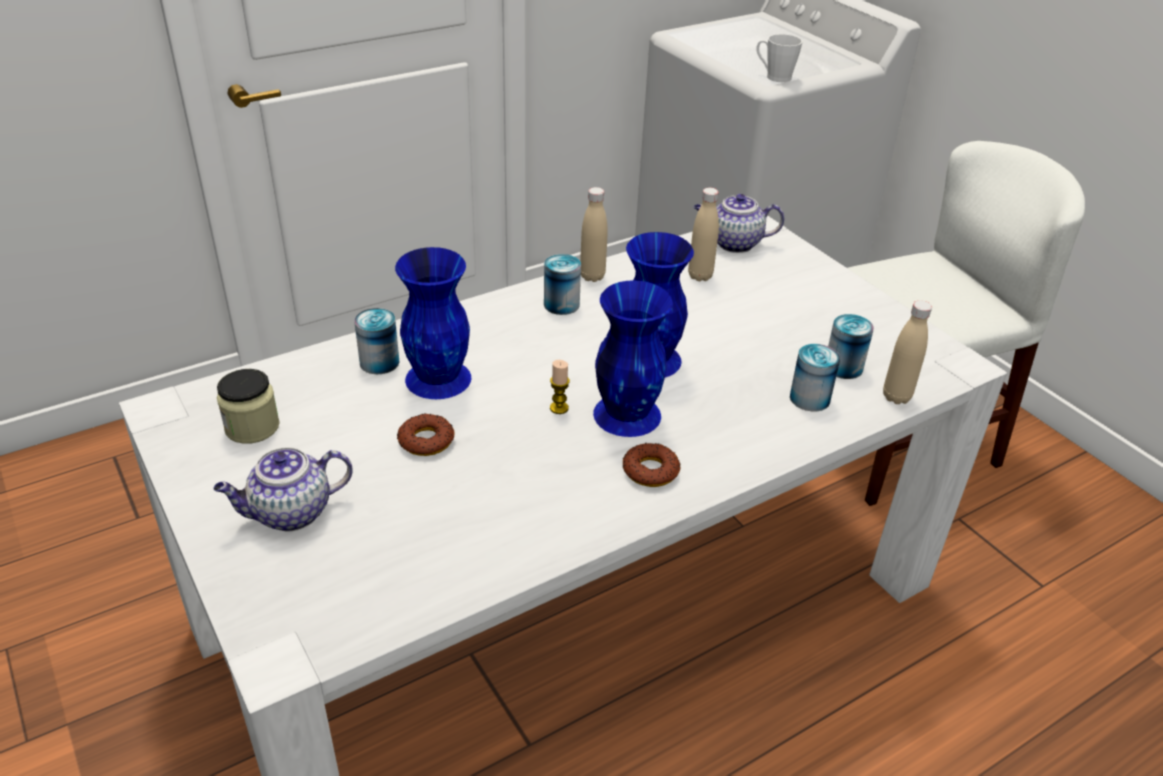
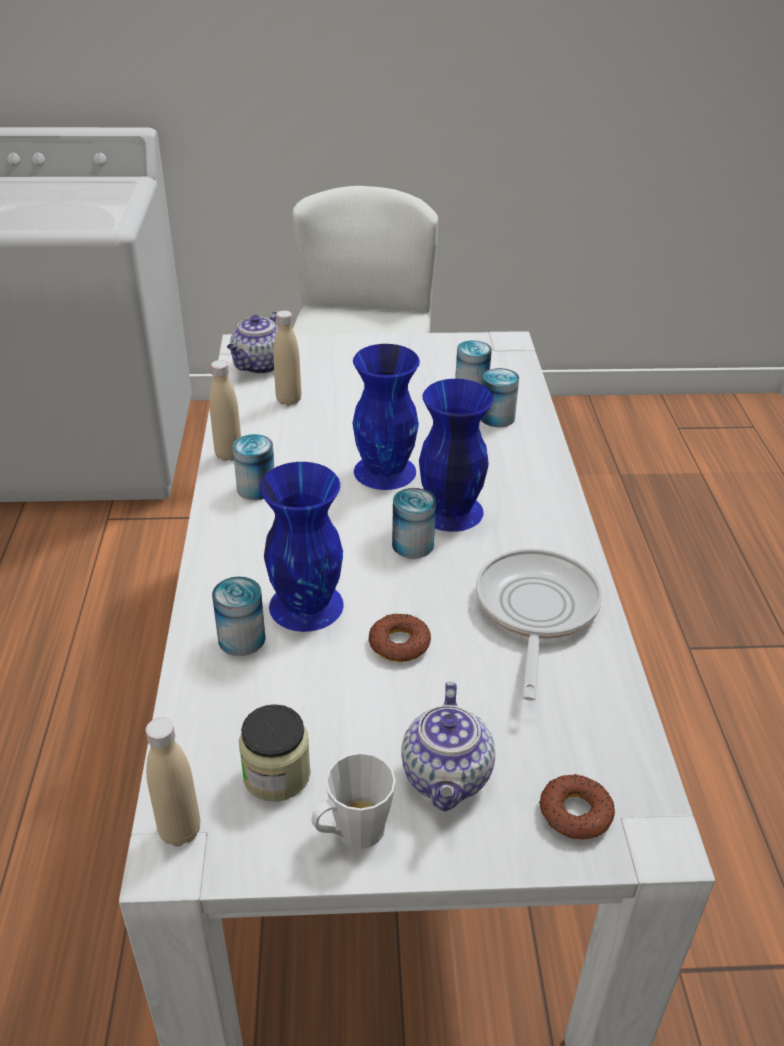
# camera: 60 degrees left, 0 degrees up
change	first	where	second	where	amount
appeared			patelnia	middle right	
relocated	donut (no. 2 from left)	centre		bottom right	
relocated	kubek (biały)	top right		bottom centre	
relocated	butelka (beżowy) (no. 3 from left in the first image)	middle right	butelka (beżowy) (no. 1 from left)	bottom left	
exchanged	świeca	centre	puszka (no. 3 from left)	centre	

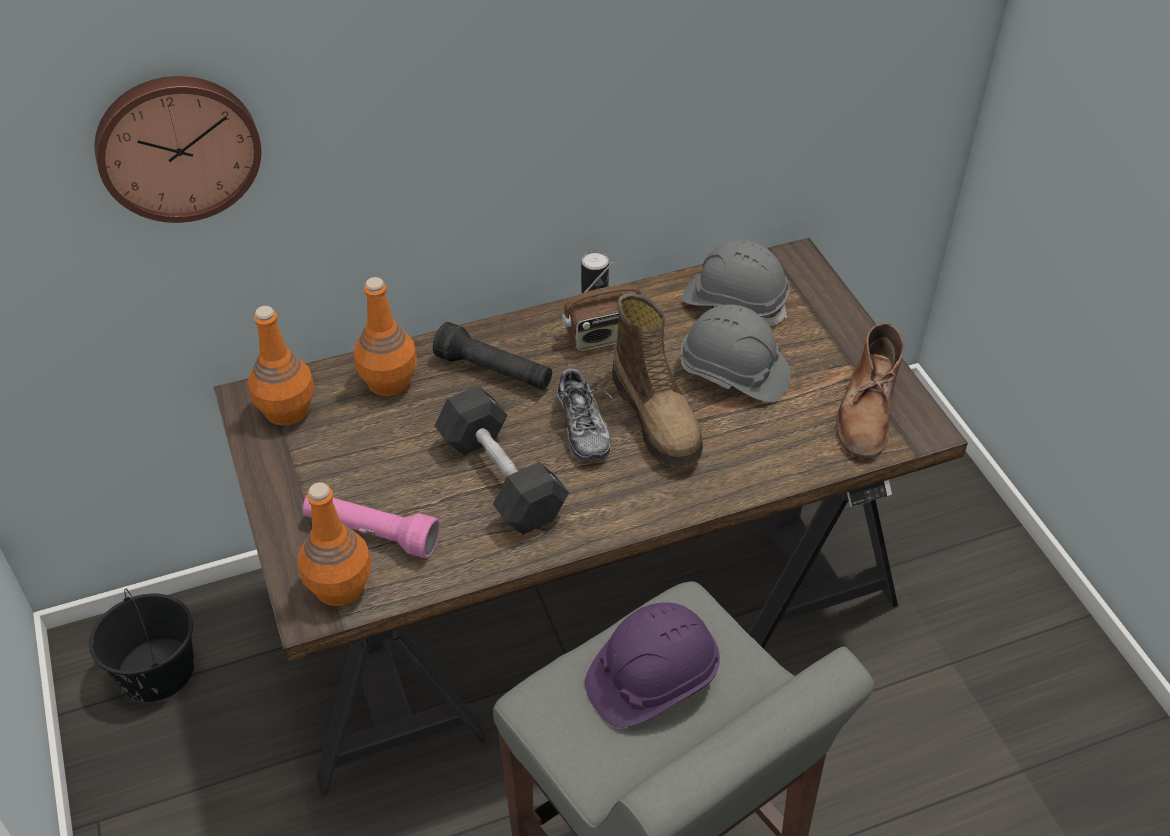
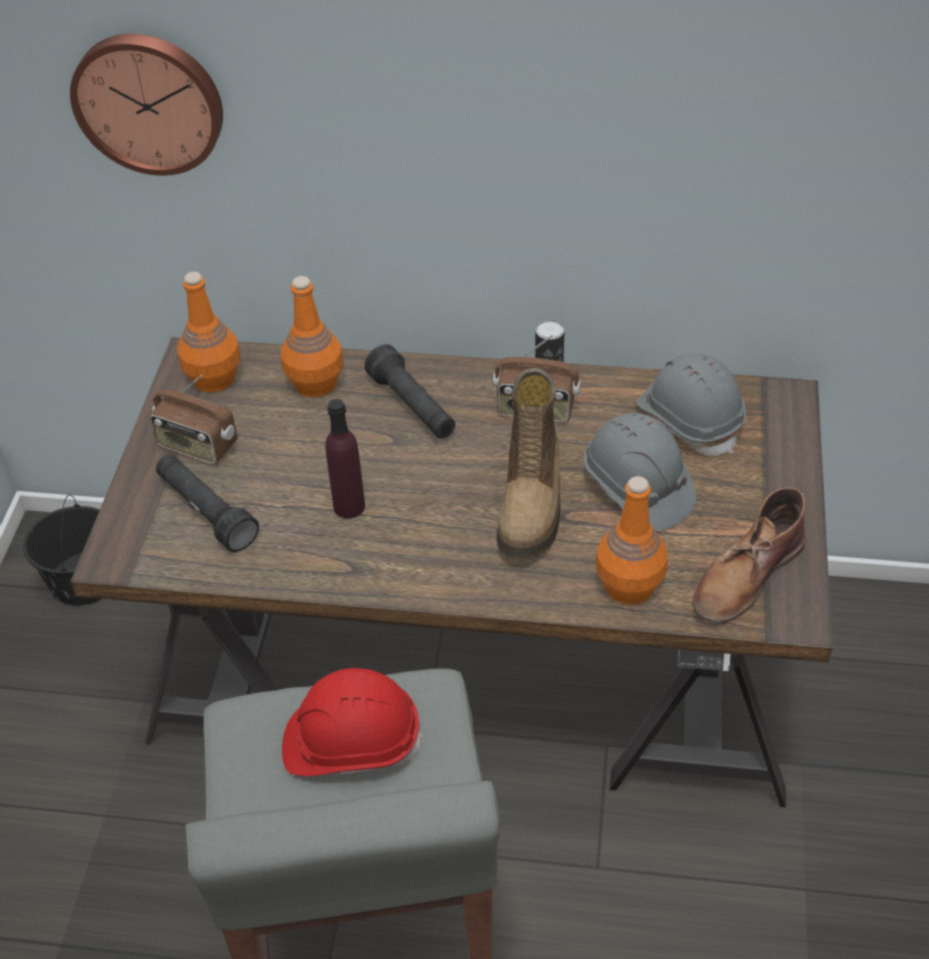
# camera: 30 degrees right, 0 degrees up
change	first	where	second	where	amount
missing	but	centre			
appeared			radio (no. 1 from left)	middle left	
relocated	butelka (pomarańczowy) (no. 2 from left in the first image)	middle left	butelka (pomarańczowy) (no. 3 from left)	middle right	
exchanged	hantel (czarny)	centre	butelka (fioletowy)	centre	
colour	latarka (różowy)	middle left	latarka (czarny) (no. 1 from left)	middle left	
colour	kask (fioletowy)	bottom centre	kask (czerwony)	bottom centre	

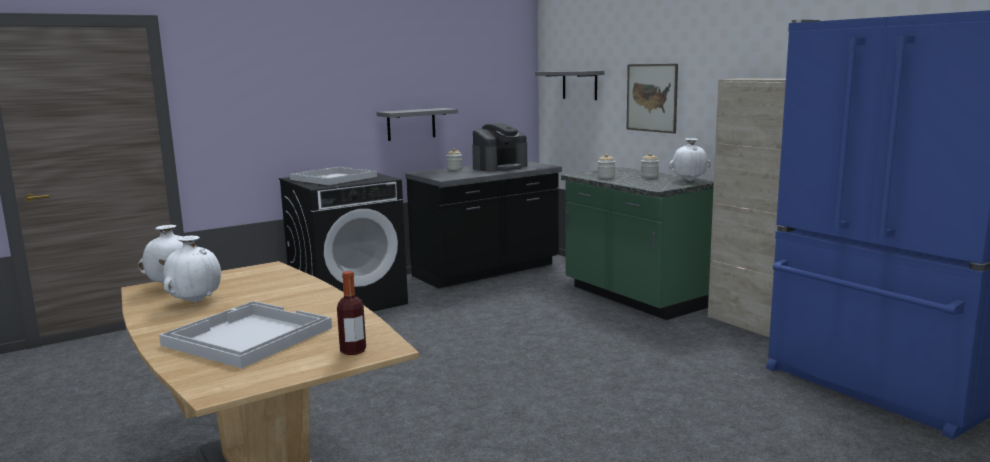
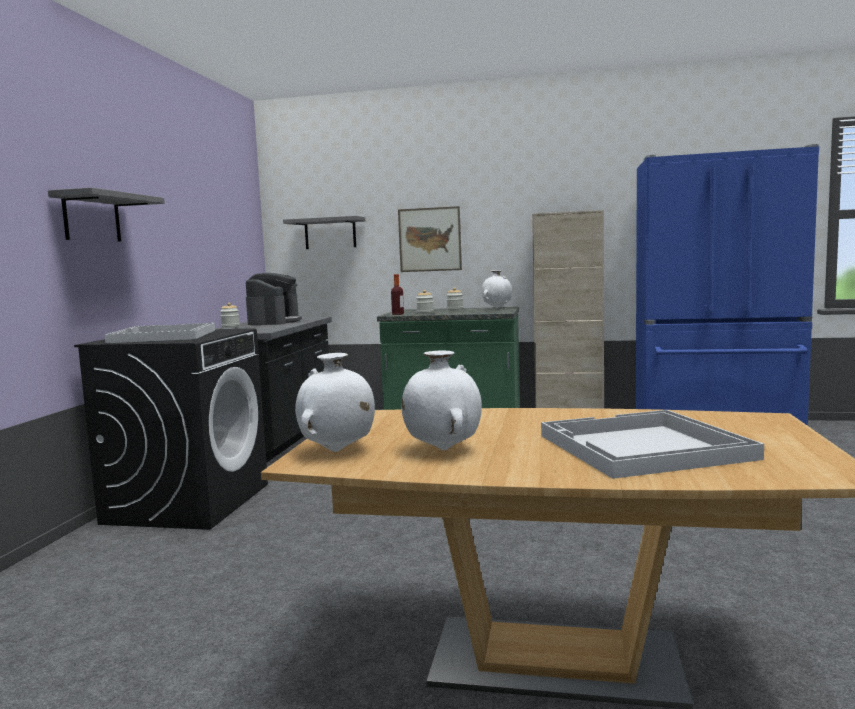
# camera: 45 degrees left, 5 degrees down
change	first	where	second	where	amount
relocated	butelka	bottom centre		centre	
relocated	półka (szary) (no. 1 from left)	top centre		top left	

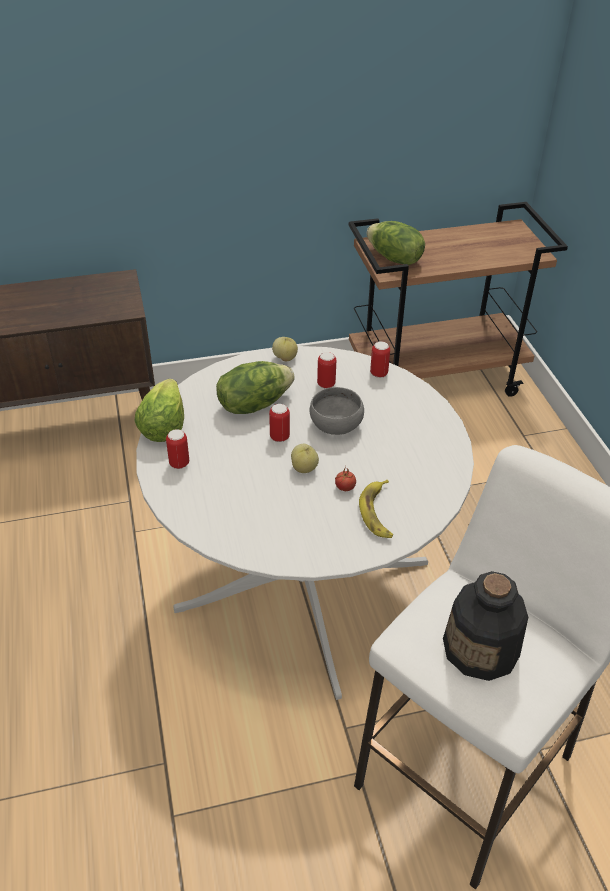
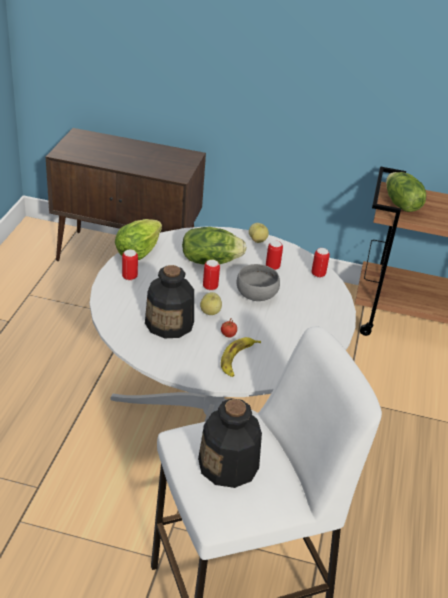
# camera: 25 degrees right, 5 degrees down
change	first	where	second	where	amount
appeared			butelka (no. 1 from left)	centre	

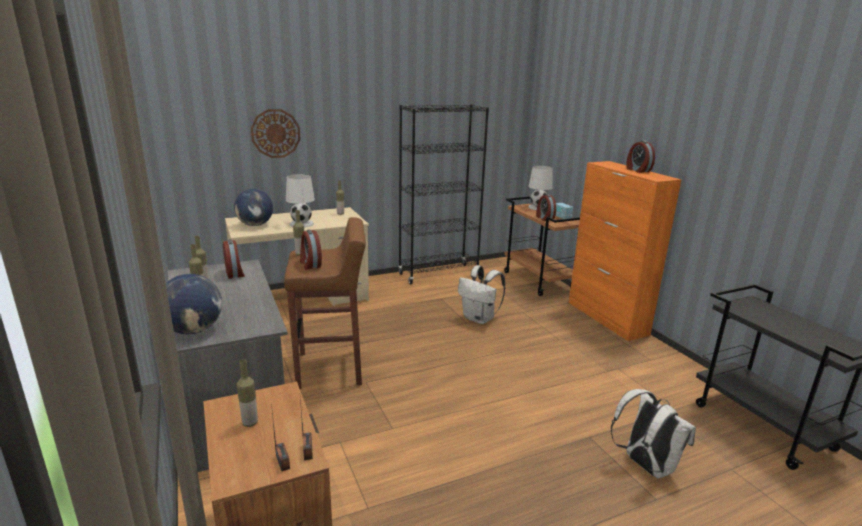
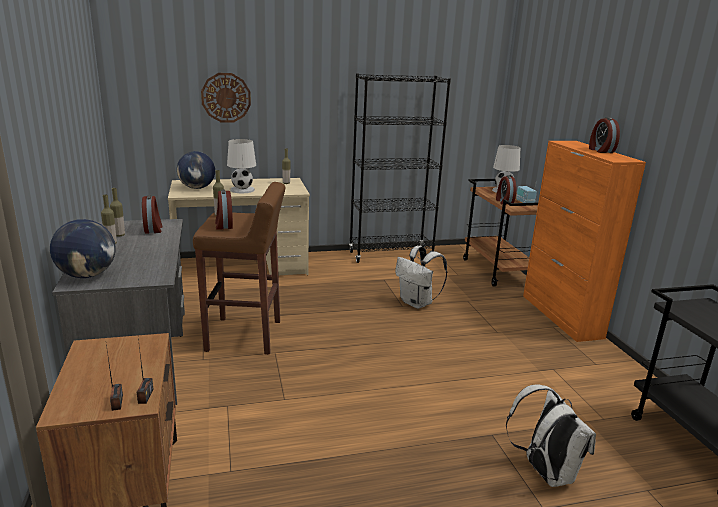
# camera: 10 degrees right, 0 degrees up
change	first	where	second	where	amount
missing	butelka (no. 3 from left)	bottom left			

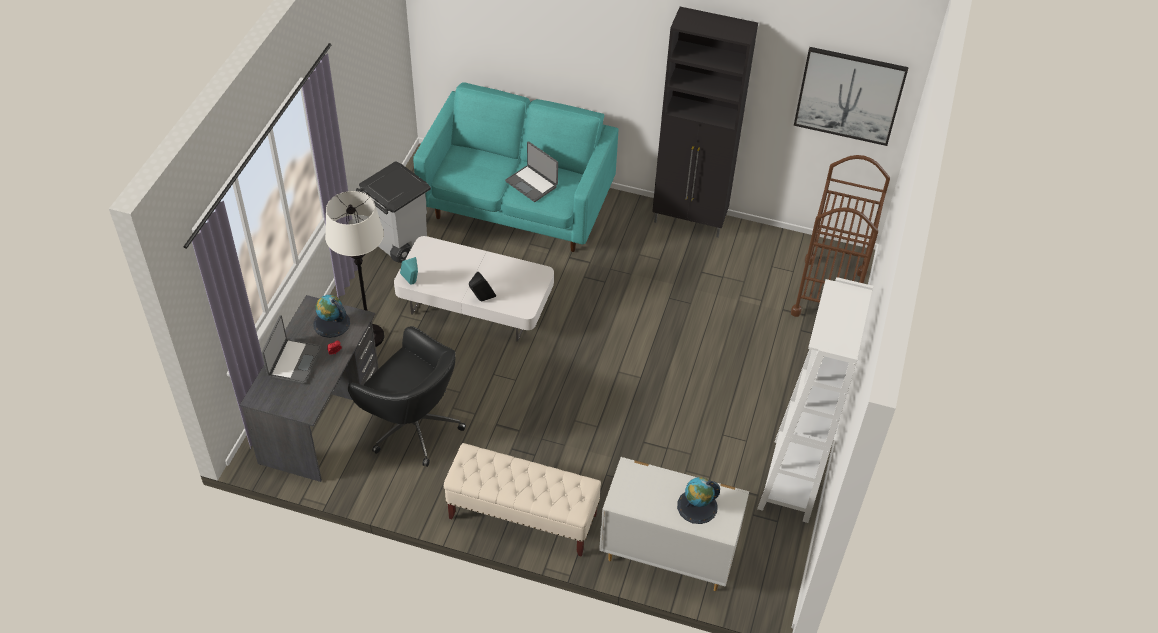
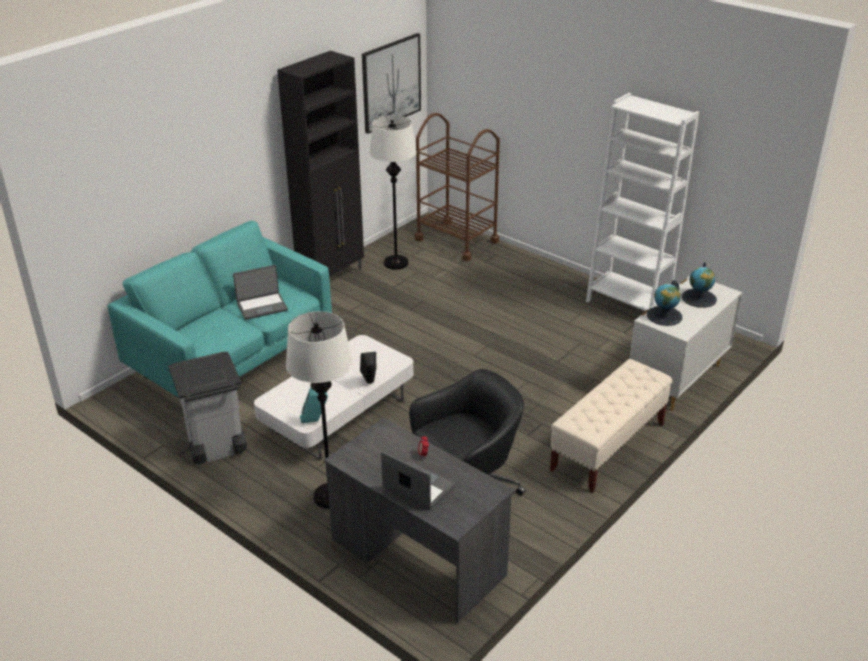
# camera: 65 degrees left, 15 degrees down
change	first	where	second	where	amount
appeared			lampa stojąca (biały) (no. 2 from left)	top centre	
relocated	globus (no. 1 from left)	middle left		middle right	

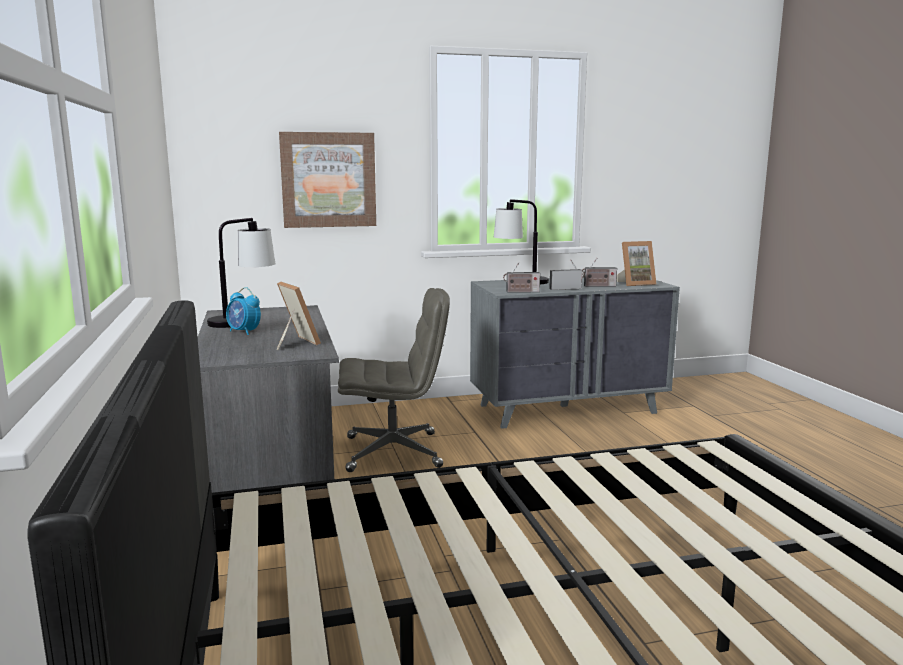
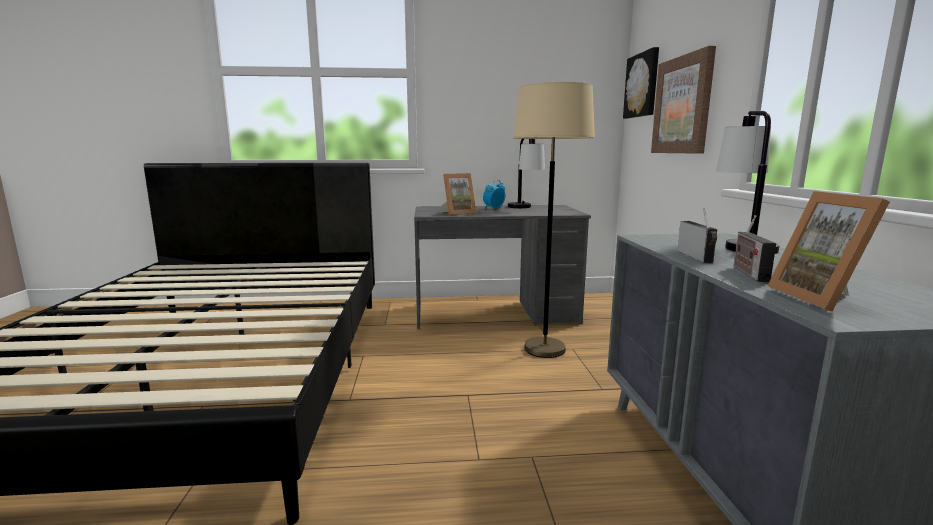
# camera: 100 degrees right, 0 degrees up
change	first	where	second	where	amount
missing	radio (no. 1 from left)	centre			
appeared			obraz (no. 1 from left)	top right	
exchanged	krzesło biurowe (szary)	centre	lampa stojąca (beżowy)	centre	

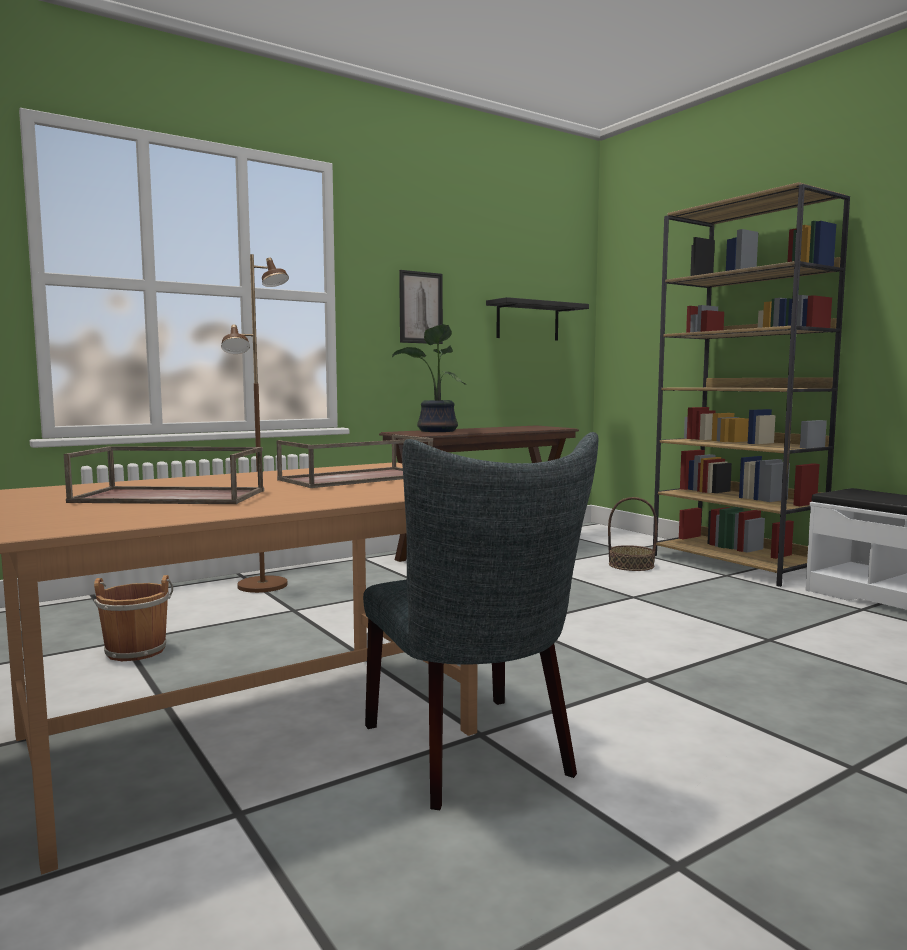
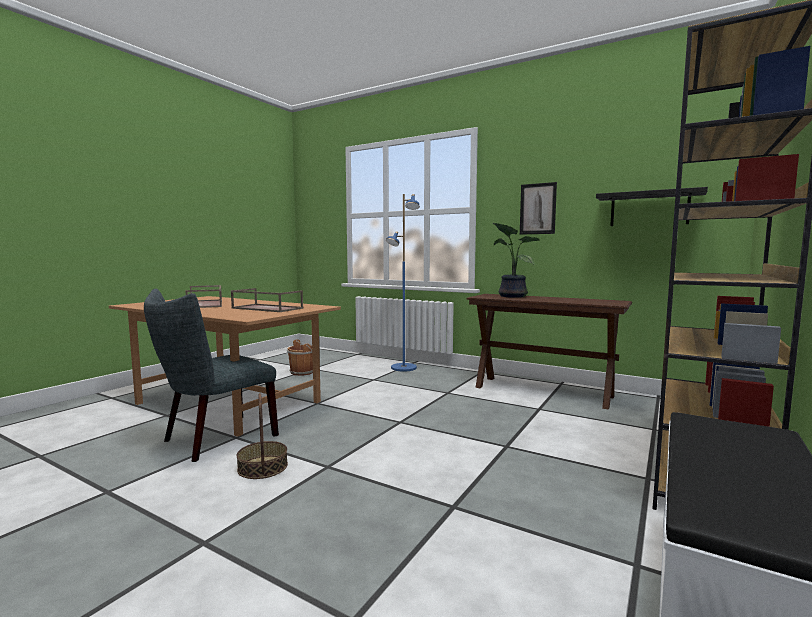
# camera: 65 degrees right, 0 degrees up
change	first	where	second	where	amount
relocated	koszyk	middle right		bottom left	
colour	lampa stojąca (brązowy)	middle left	lampa stojąca (niebieski)	centre	

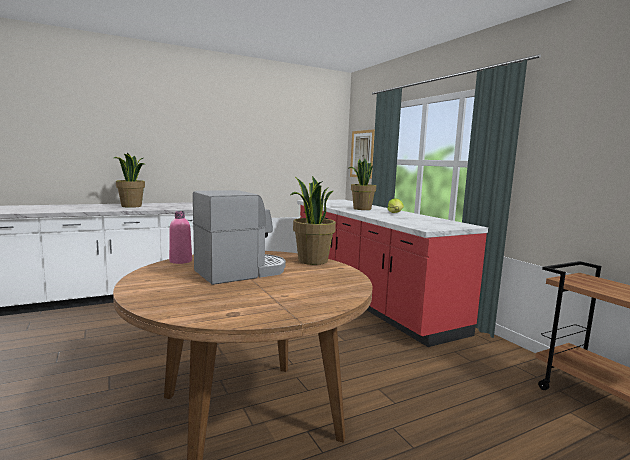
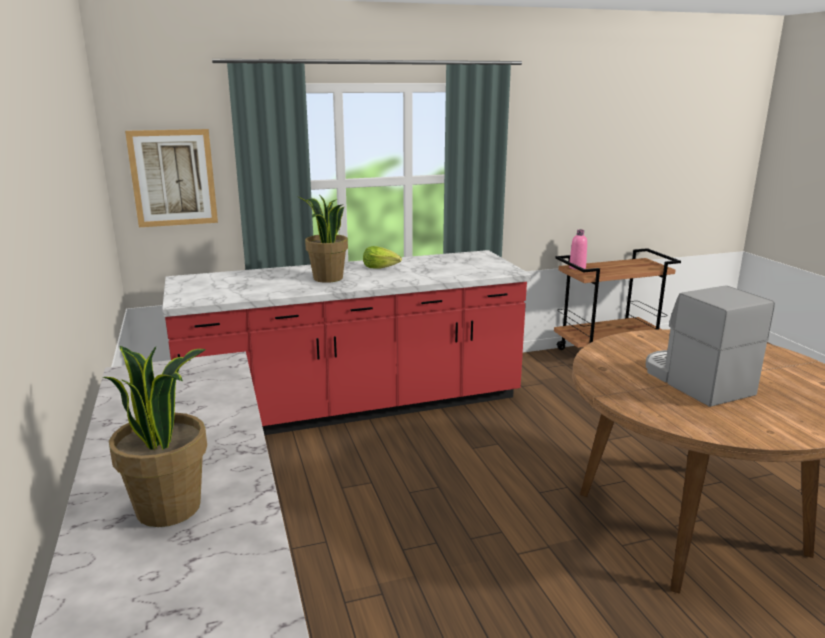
# camera: 80 degrees left, 10 degrees up
change	first	where	second	where	amount
missing	roślina doniczkowa (no. 2 from left)	centre			
relocated	butelka (różowy)	middle left		middle right	

